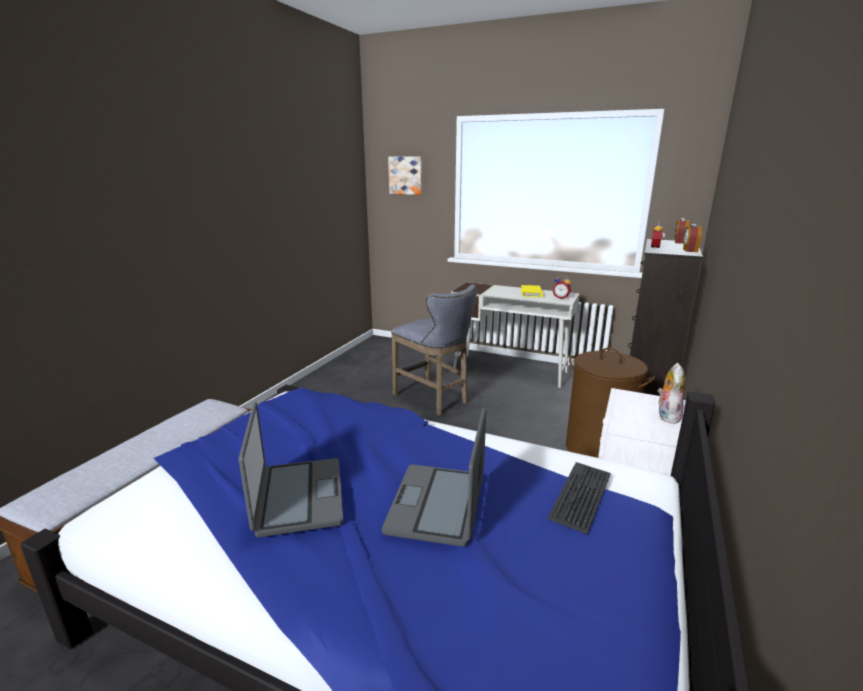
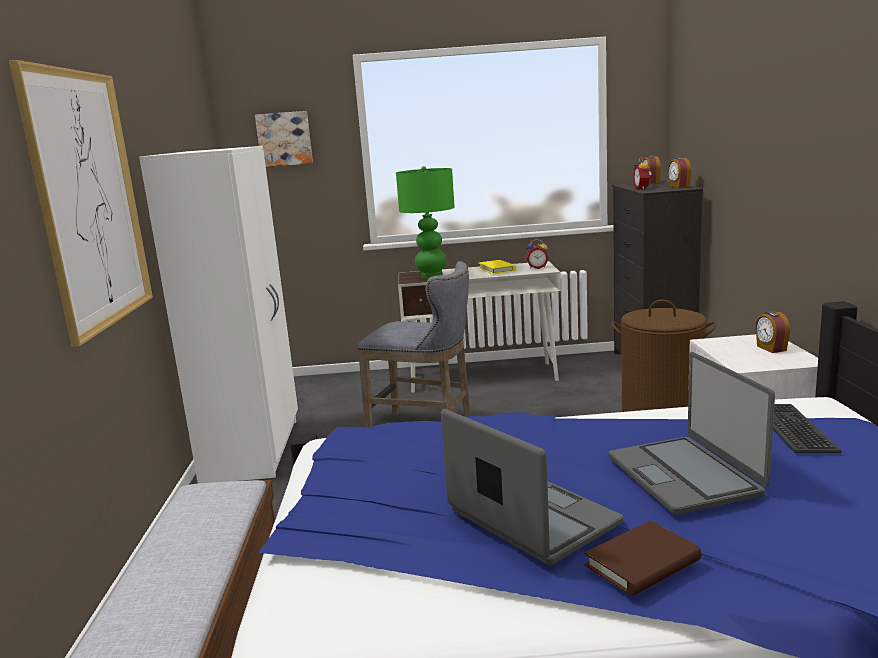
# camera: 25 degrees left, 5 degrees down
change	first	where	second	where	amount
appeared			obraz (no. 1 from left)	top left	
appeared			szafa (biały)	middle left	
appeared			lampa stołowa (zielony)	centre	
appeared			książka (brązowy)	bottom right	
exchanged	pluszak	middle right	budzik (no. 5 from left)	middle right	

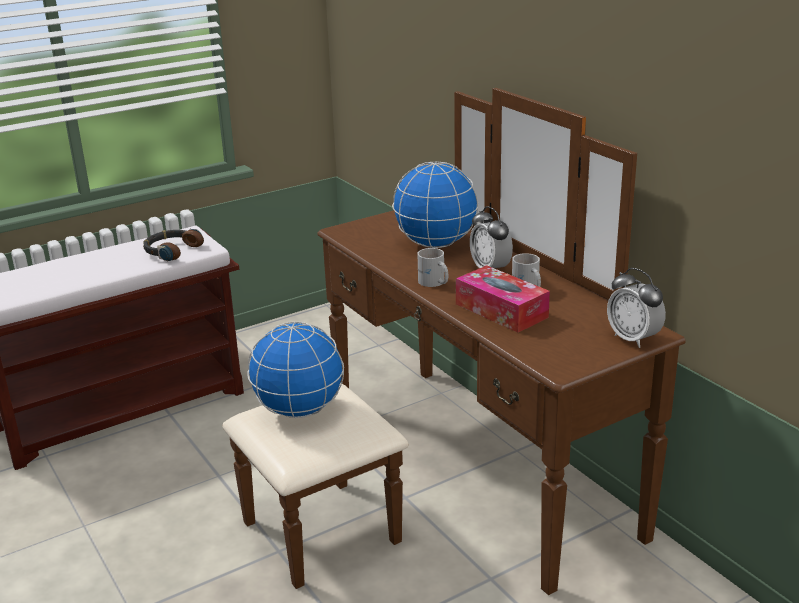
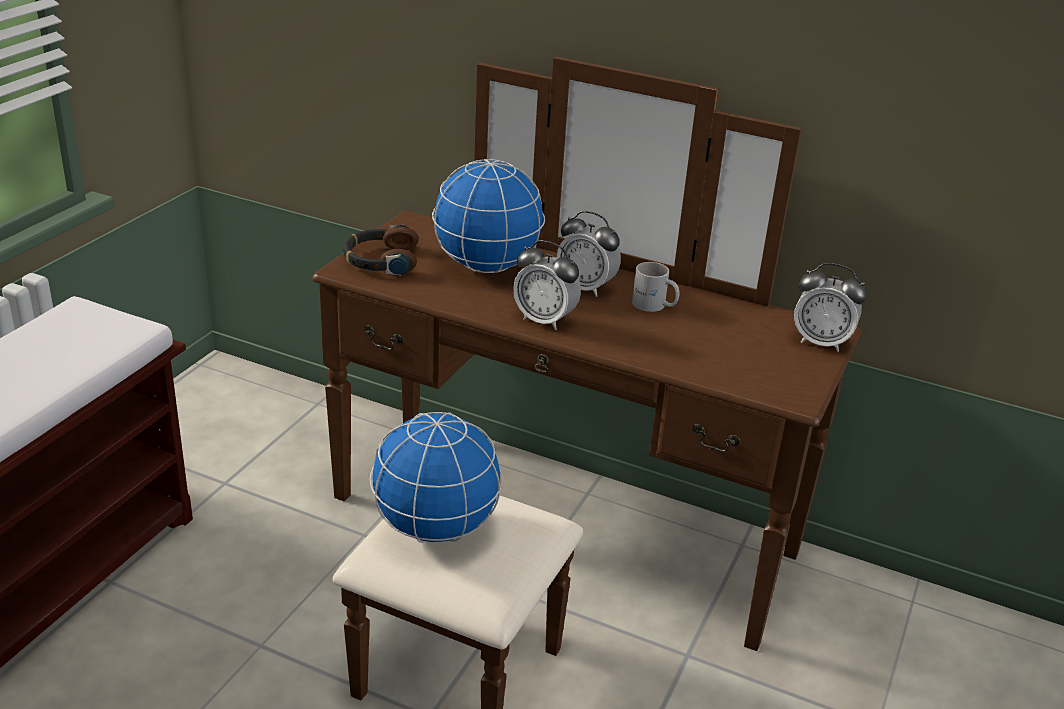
# camera: 35 degrees left, 5 degrees up
change	first	where	second	where	amount
missing	pudełko chusteczek	centre			
relocated	słuchawki	middle left		centre	
exchanged	kubek (biały) (no. 1 from left)	centre	budzik (no. 1 from left)	centre	

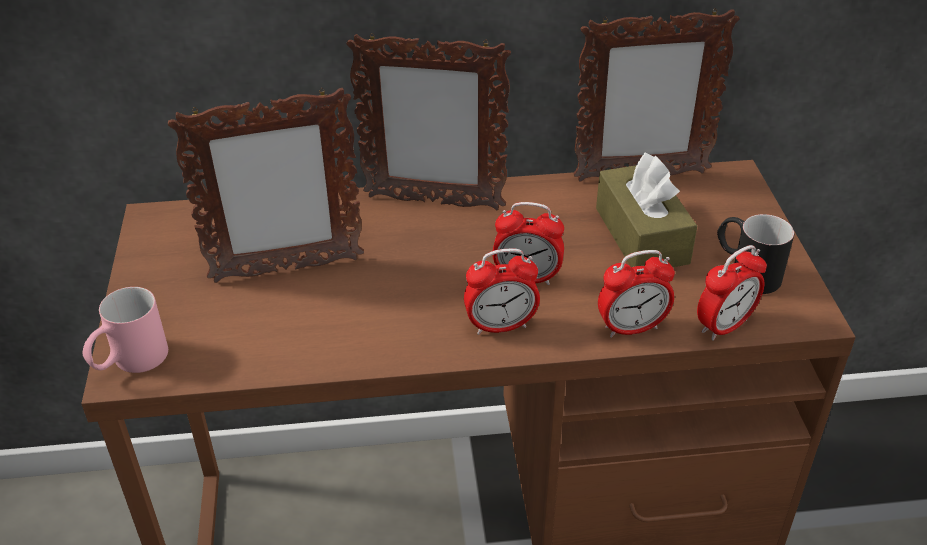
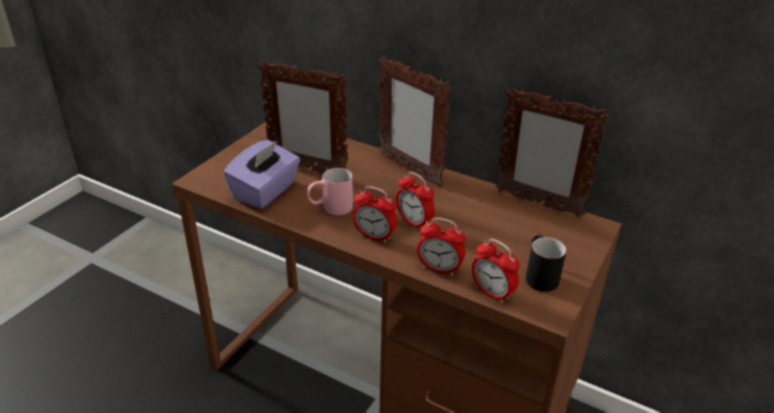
# camera: 35 degrees right, 5 degrees down
change	first	where	second	where	amount
missing	pudełko chusteczek (brązowy)	middle right			
appeared			pudełko chusteczek (fioletowy)	centre	
relocated	kubek (różowy)	middle left		centre	
spun	budzik (no. 4 from left)	middle right		centre	45 degrees clockwise

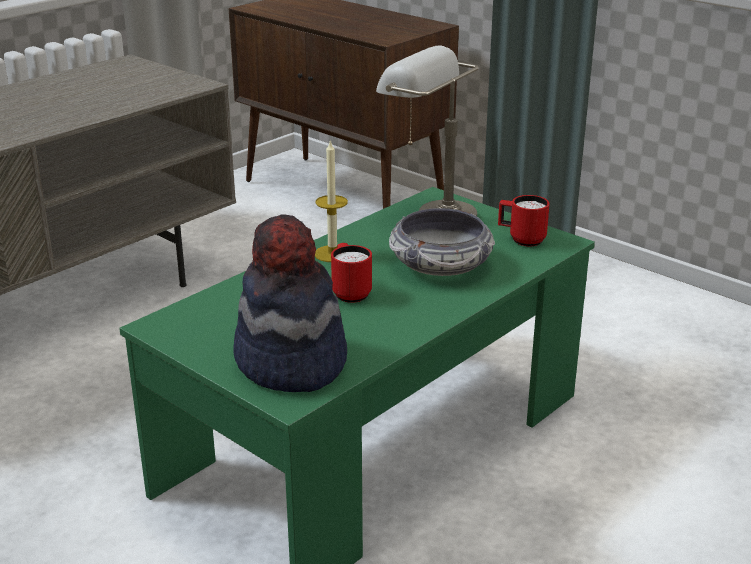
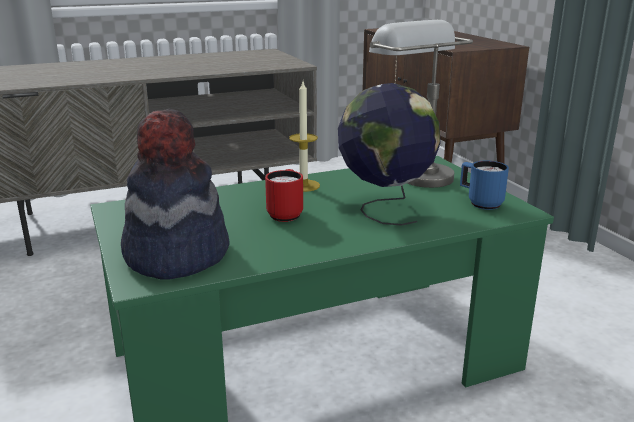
# camera: 25 degrees right, 5 degrees down
change	first	where	second	where	amount
exchanged	miska	centre	globus	centre	
colour	kubek (czerwony) (no. 2 from left)	middle right	kubek (niebieski)	middle right	

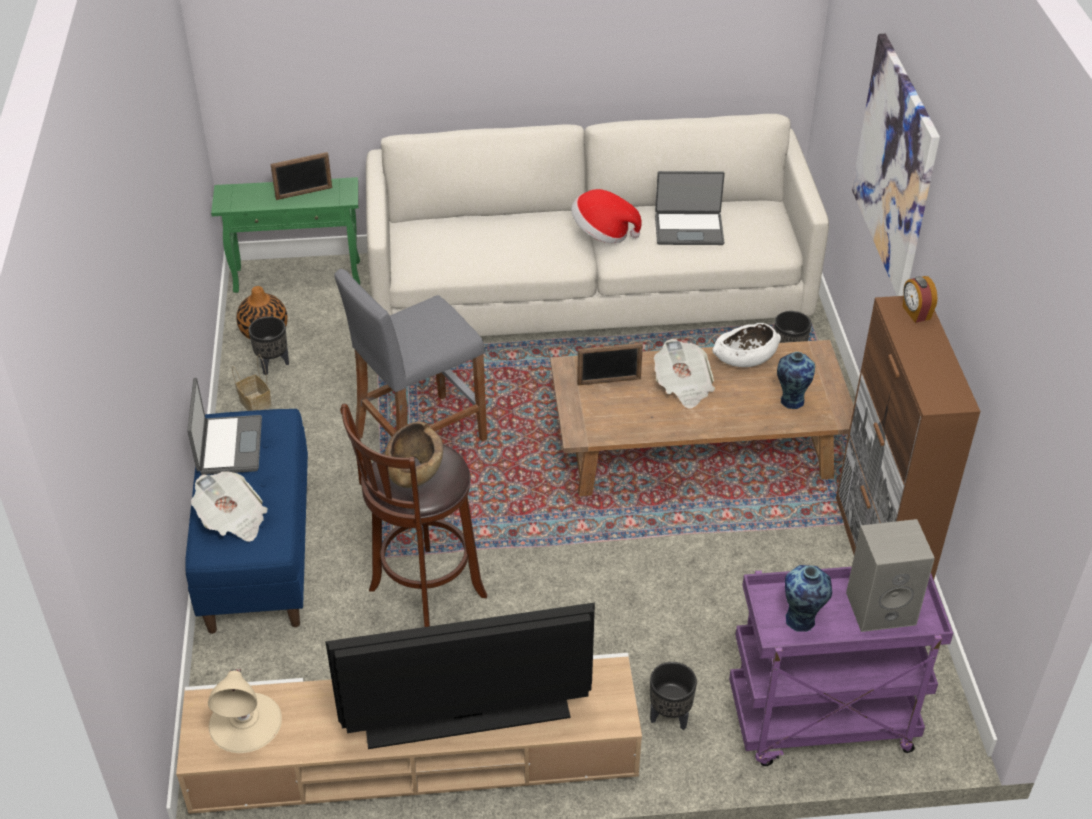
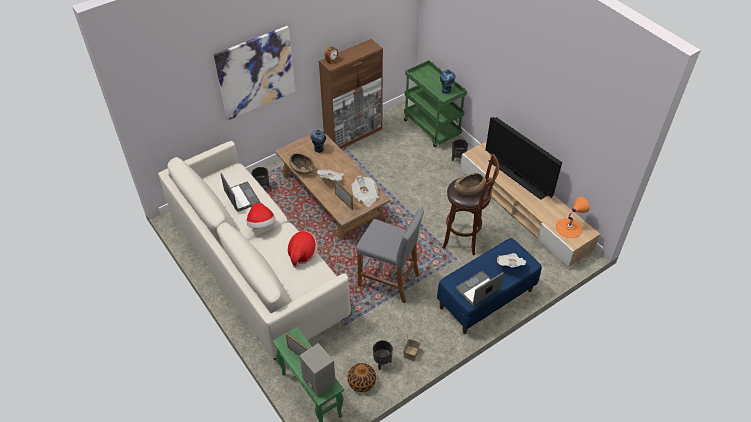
# camera: 120 degrees left, 5 degrees up
change	first	where	second	where	amount
appeared			kapelusz (no. 2 from left)	centre	
appeared			gazeta (no. 2 from left)	centre	
relocated	głośnik (szary)	bottom right		bottom centre	
colour	lampa stołowa (beżowy)	bottom left	lampa stołowa (pomarańczowy)	middle right	
colour	miska (biały)	middle right	miska (brązowy) (no. 1 from left)	centre	
colour	wózek (fioletowy)	bottom right	wózek (zielony)	top centre	

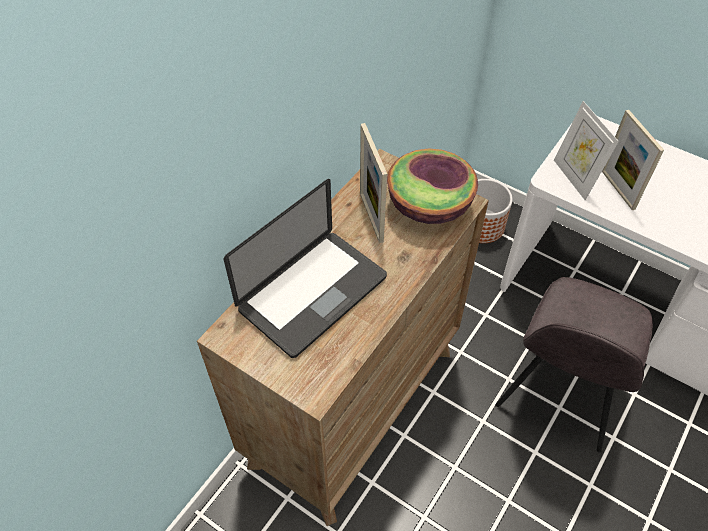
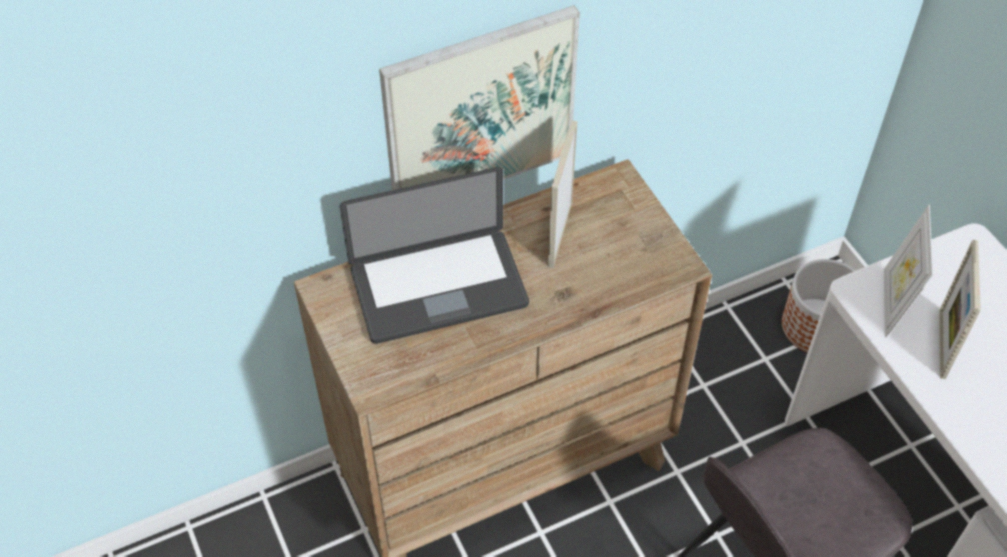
# camera: 30 degrees right, 0 degrees up
change	first	where	second	where	amount
missing	miska	centre			
appeared			obraz	top centre	

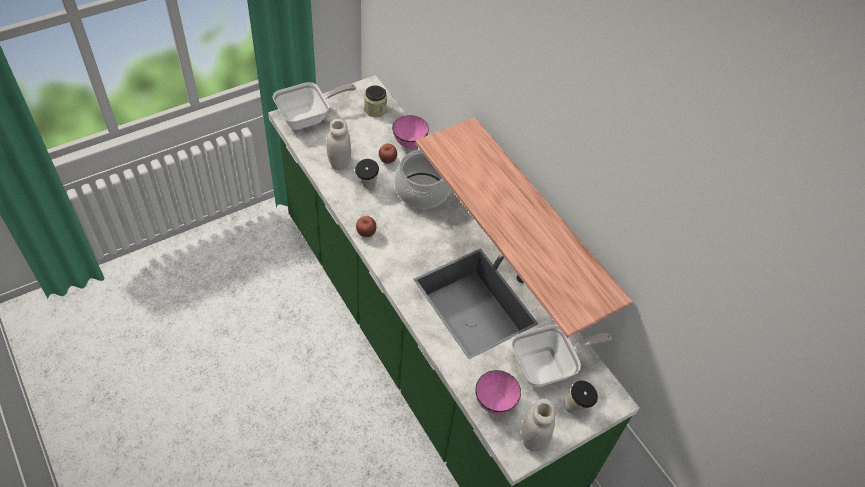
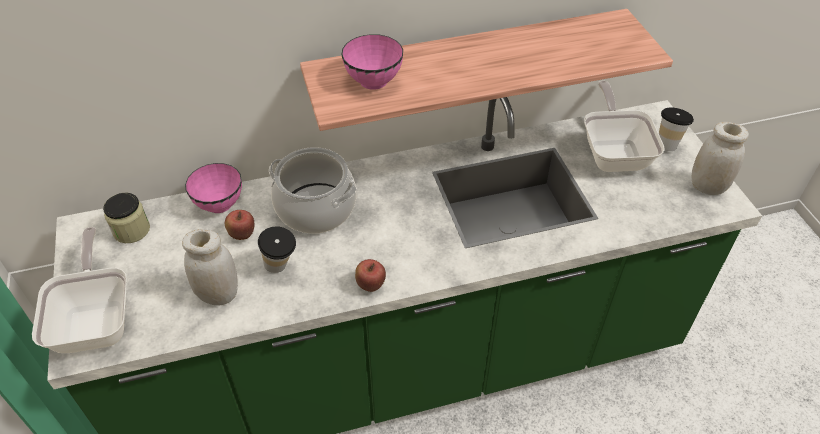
# camera: 70 degrees left, 5 degrees down
change	first	where	second	where	amount
relocated	miska (różowy) (no. 2 from left)	bottom centre		top centre	

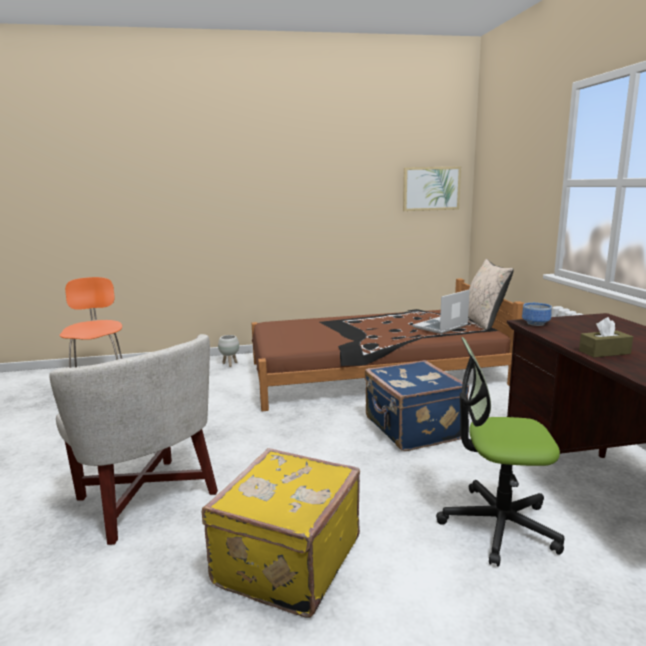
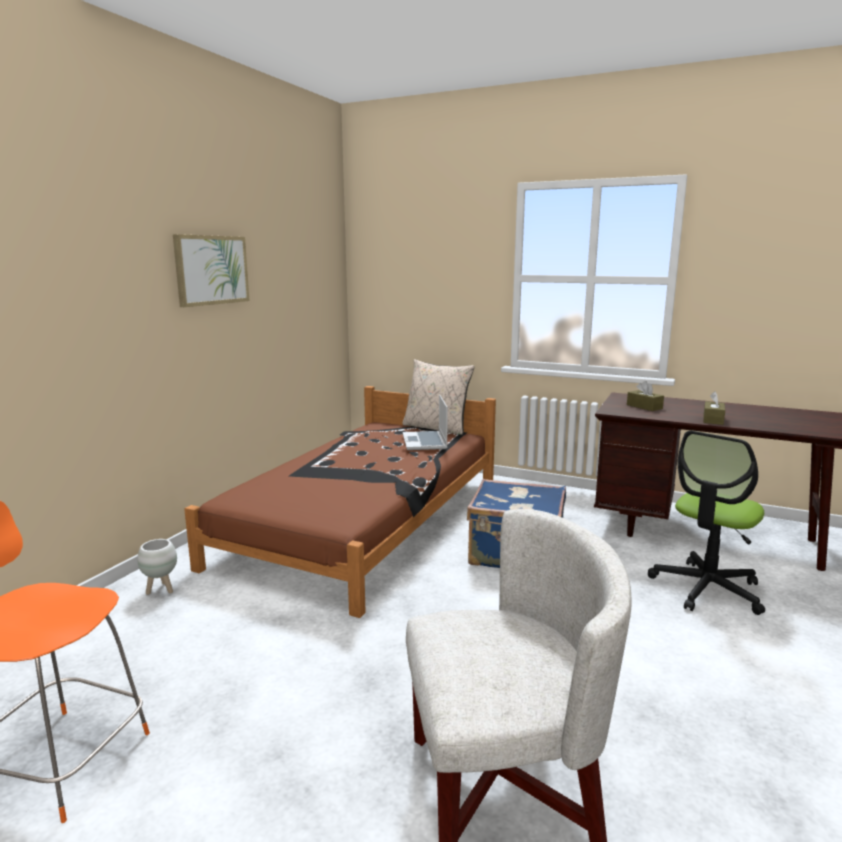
# camera: 55 degrees left, 0 degrees up
change	first	where	second	where	amount
missing	walizka (żółty)	bottom centre			
missing	miska	middle right			
appeared			pudełko chusteczek (brązowy) (no. 1 from left)	middle right	
relocated	obraz	top right		top left	

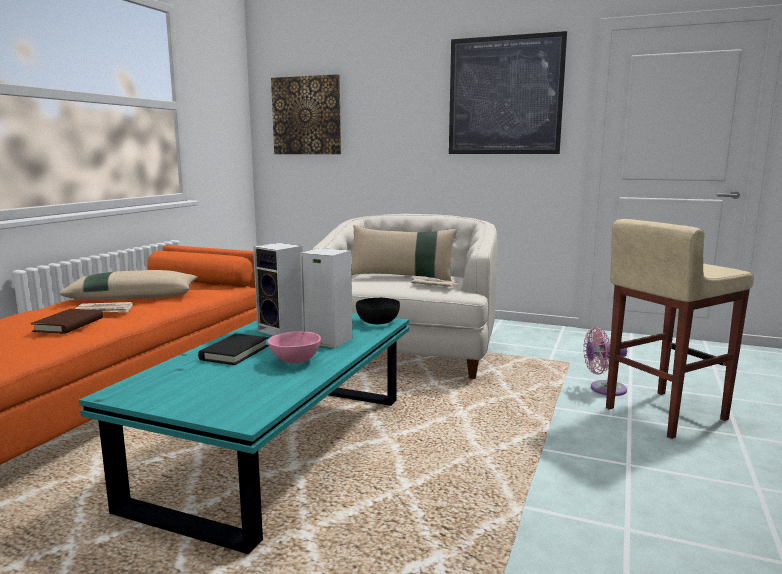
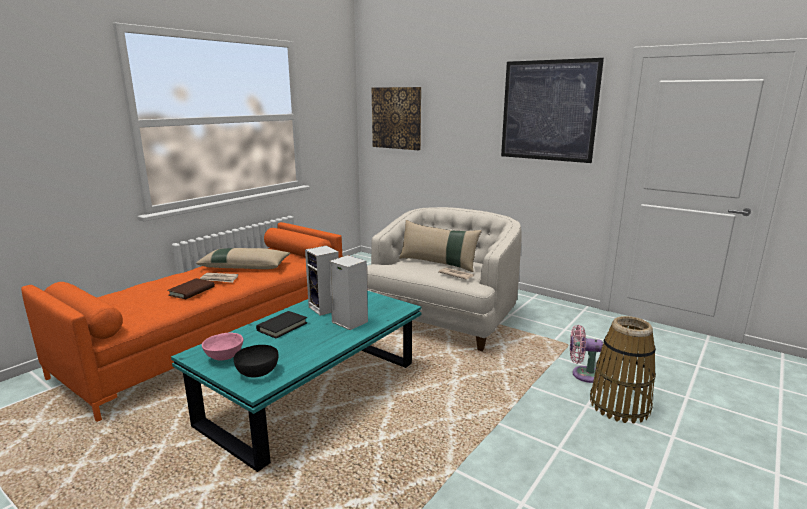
# camera: 15 degrees right, 5 degrees up
change	first	where	second	where	amount
relocated	miska (różowy)	centre		bottom left	
relocated	miska (czarny)	centre		bottom left	
exchanged	stołek (beżowy)	middle right	koszyk	bottom right	

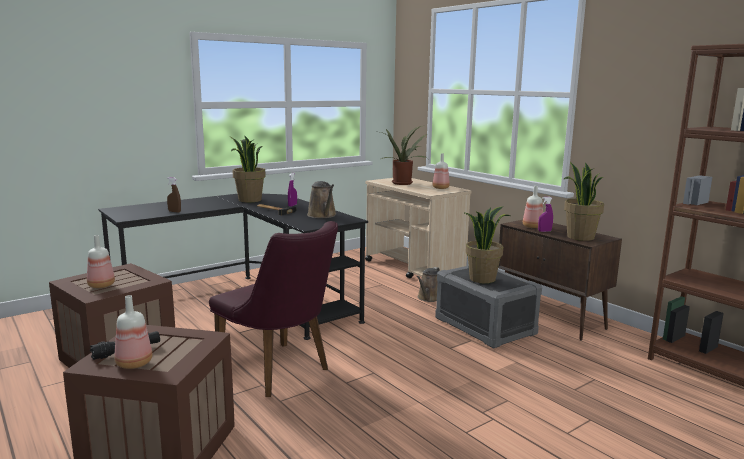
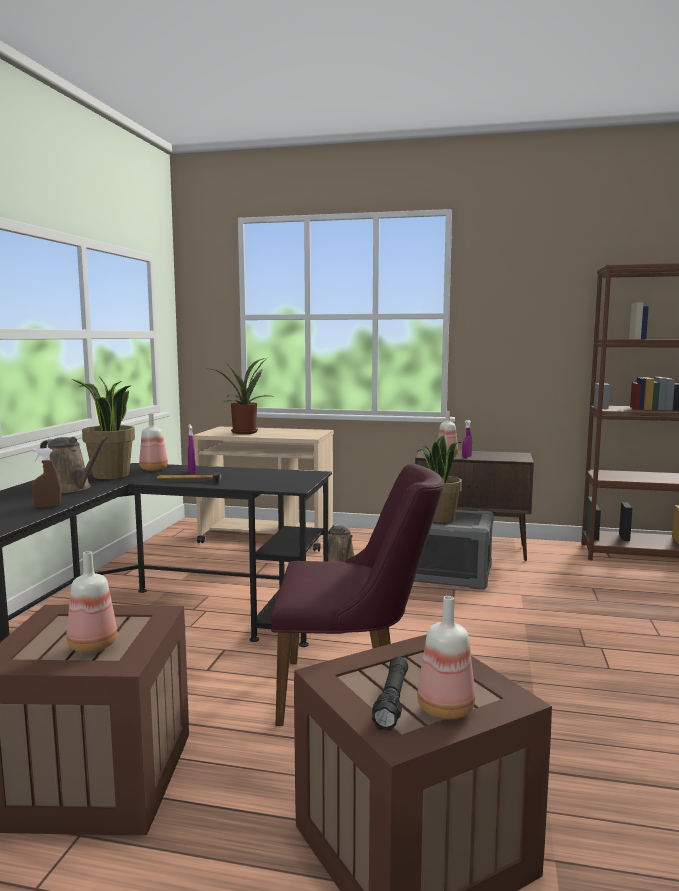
# camera: 40 degrees left, 5 degrees down
change	first	where	second	where	amount
missing	roślina doniczkowa (no. 4 from left)	middle right			
relocated	konewka (brązowy) (no. 1 from left)	centre		middle left	
relocated	butelka (no. 3 from left in the first image)	centre	butelka (no. 2 from left)	middle left	

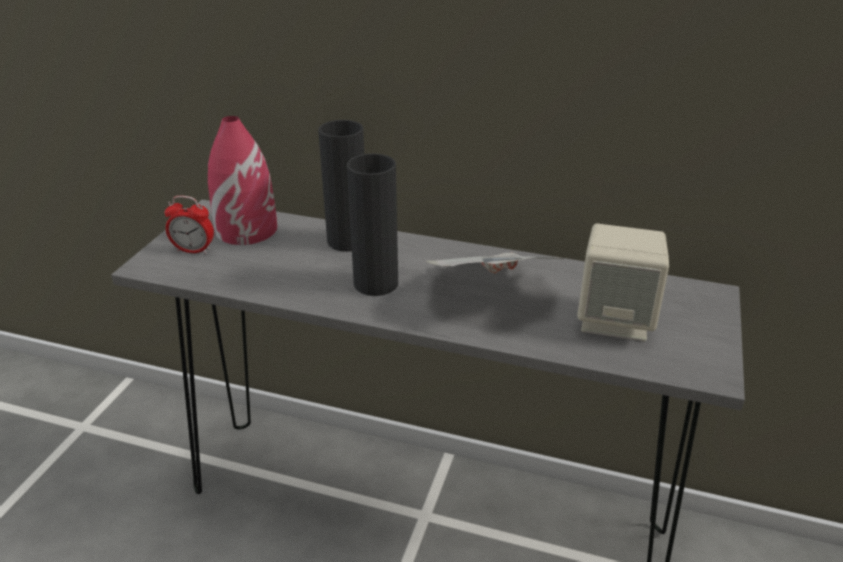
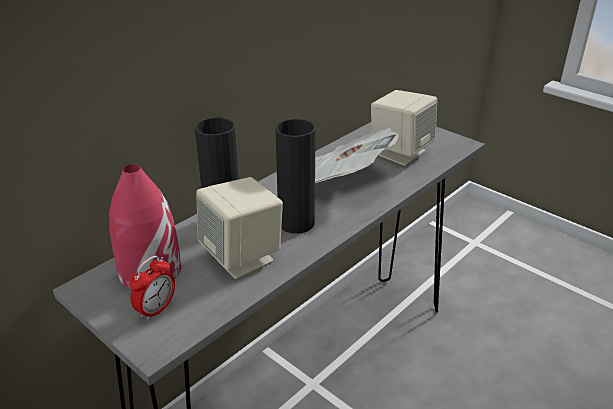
# camera: 65 degrees left, 0 degrees up
change	first	where	second	where	amount
appeared			głośnik (beżowy) (no. 1 from left)	centre	

